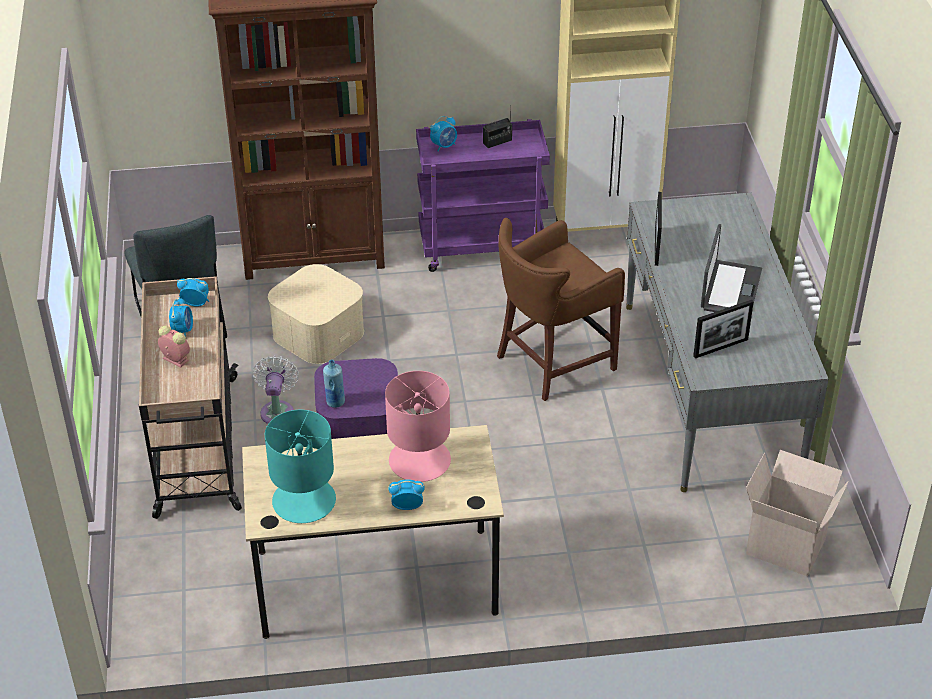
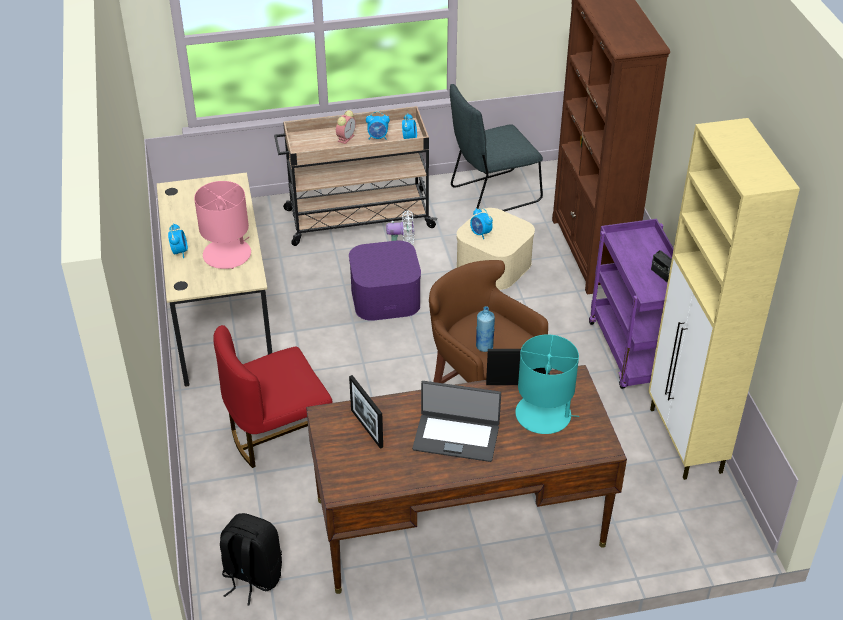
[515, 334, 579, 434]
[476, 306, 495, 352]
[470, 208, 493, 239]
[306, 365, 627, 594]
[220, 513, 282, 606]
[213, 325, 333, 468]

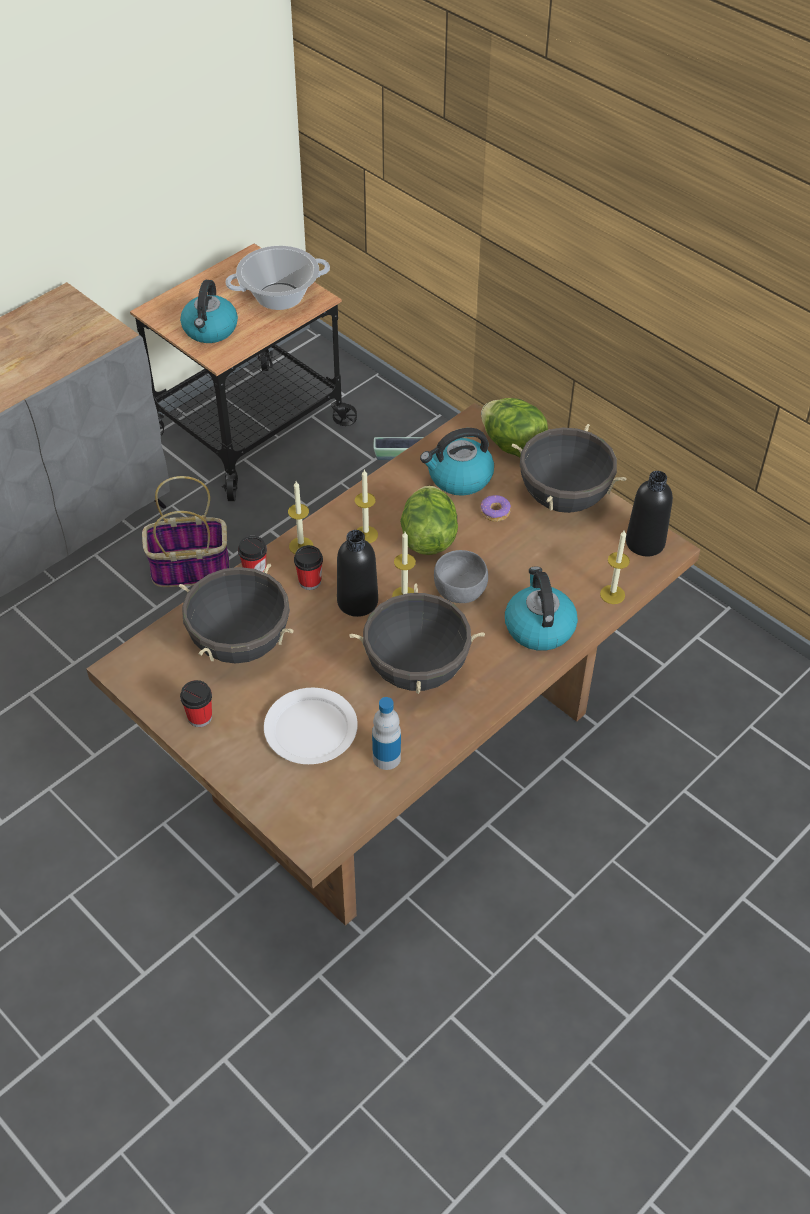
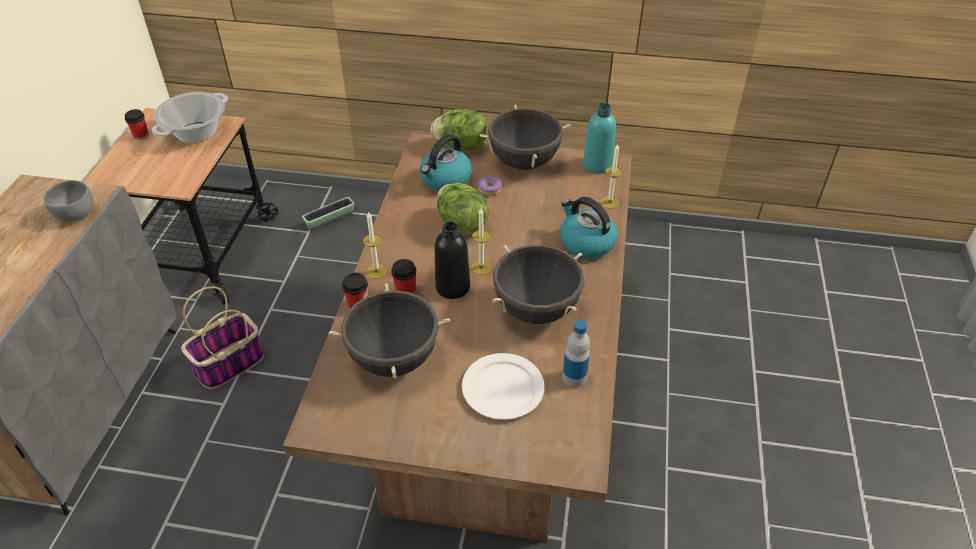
[180, 280, 238, 343] (first image)
[125, 109, 149, 140]
[355, 469, 378, 543] (first image)
[43, 180, 93, 222]
[583, 103, 616, 173]

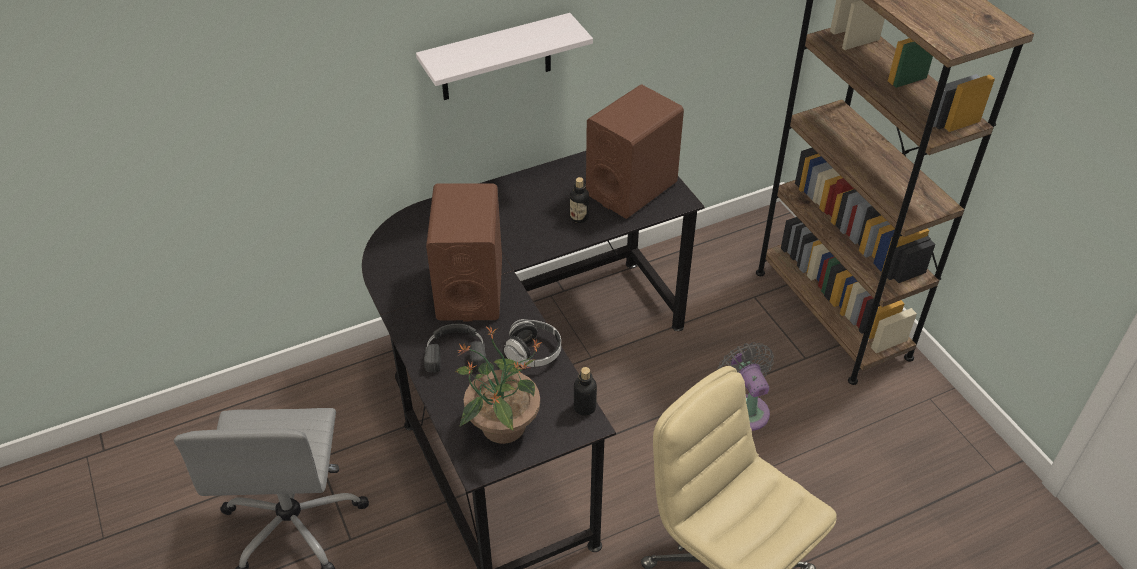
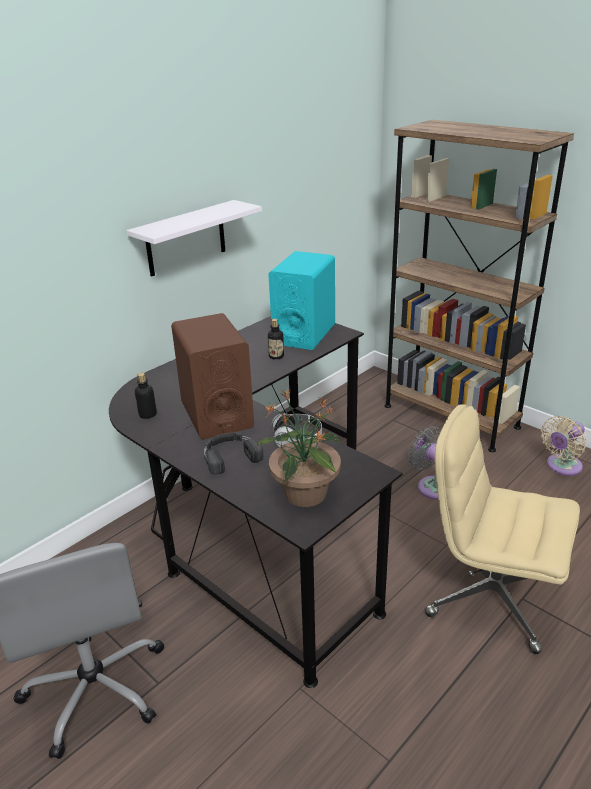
[135, 373, 157, 419]
[268, 251, 335, 350]
[541, 416, 586, 476]

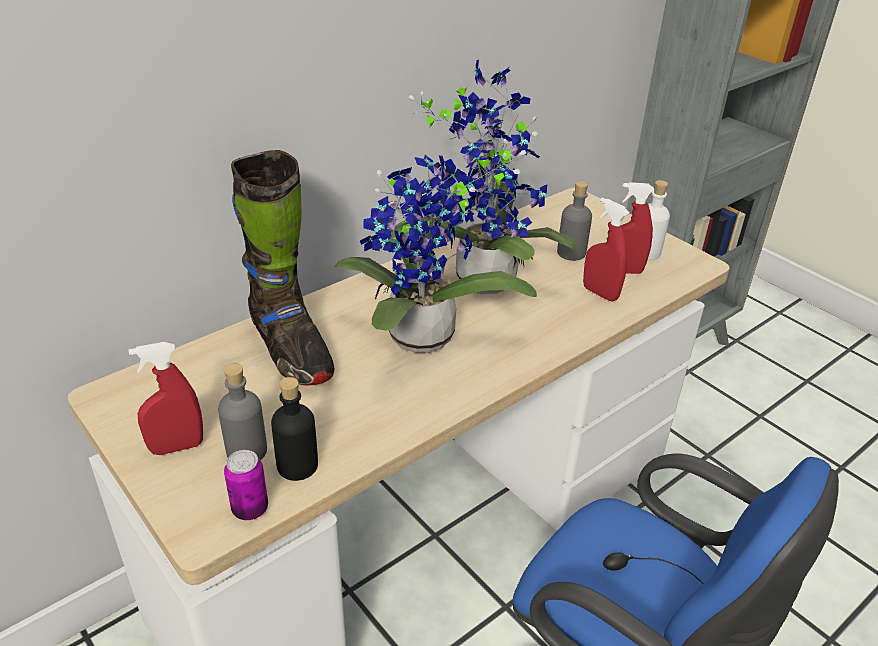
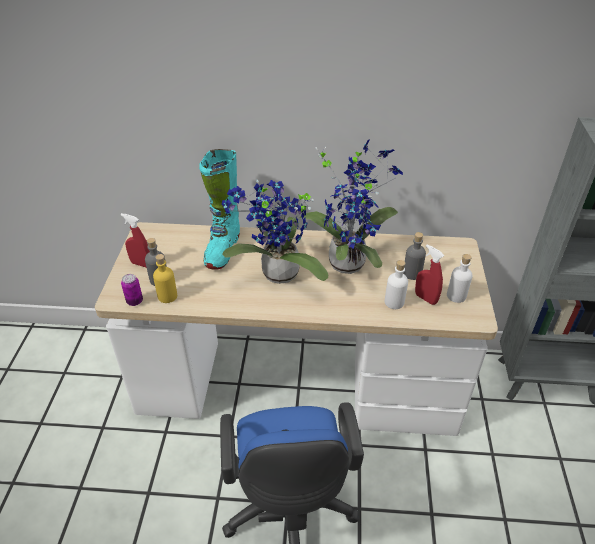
[199, 149, 240, 270]
[153, 254, 177, 303]
[385, 260, 408, 309]

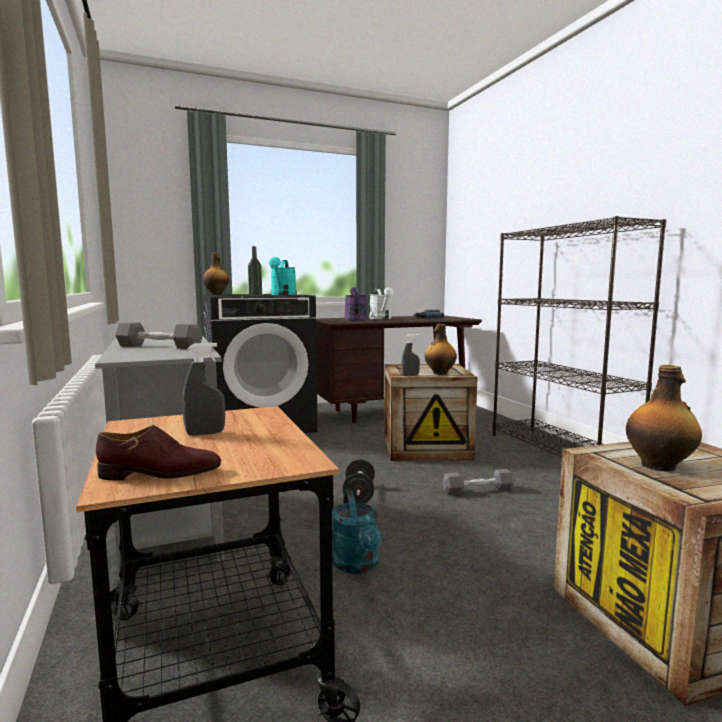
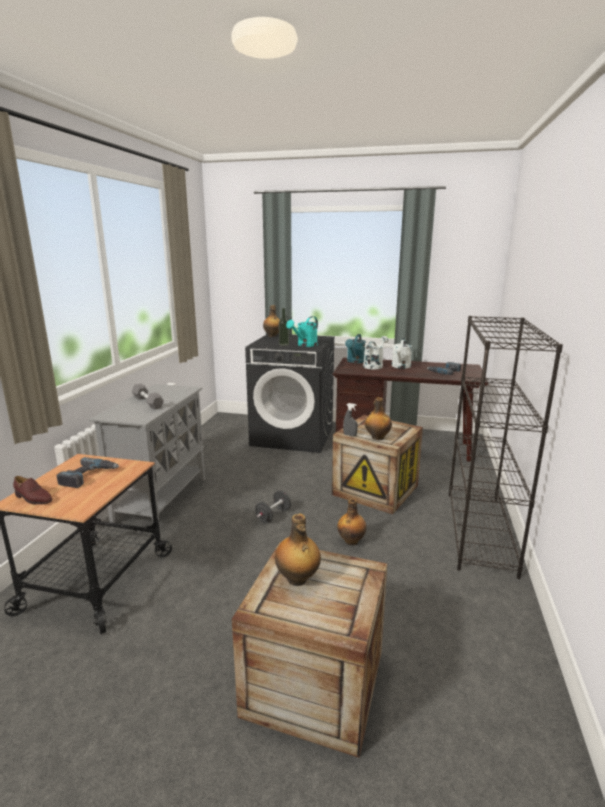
[56, 457, 119, 488]
[345, 334, 366, 363]
[363, 336, 389, 369]
[337, 498, 367, 546]

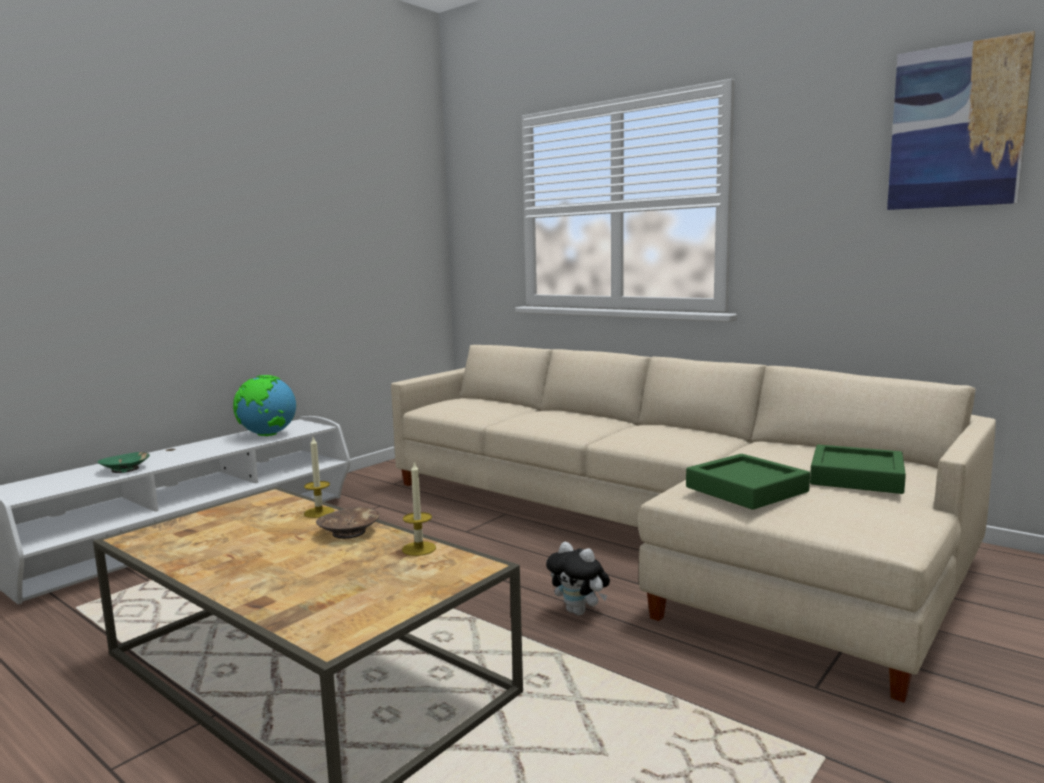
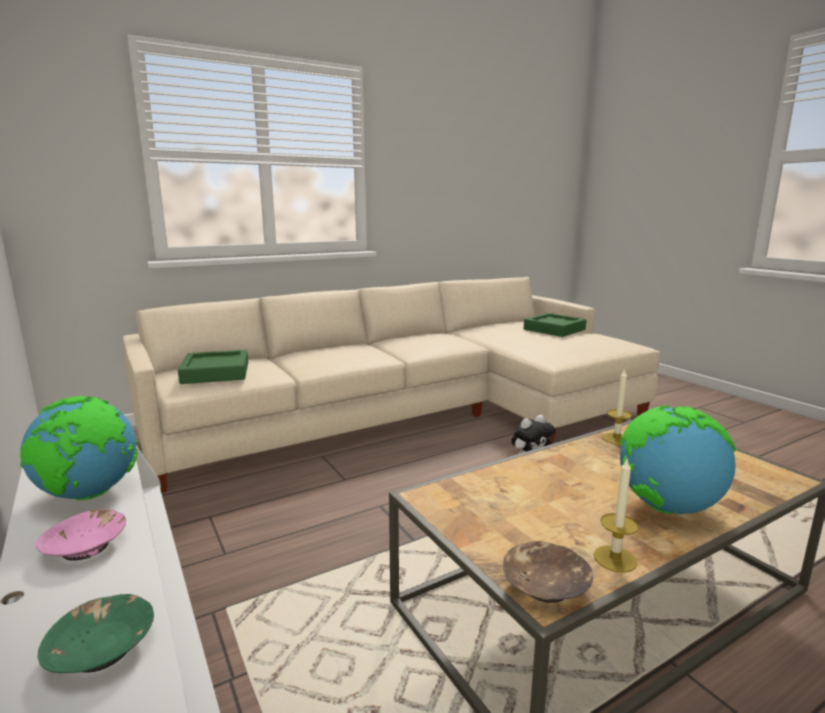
[593, 457, 639, 573]
[503, 541, 593, 603]
[178, 350, 248, 384]
[887, 31, 1035, 210] (first image)
[36, 509, 126, 561]
[620, 405, 736, 514]

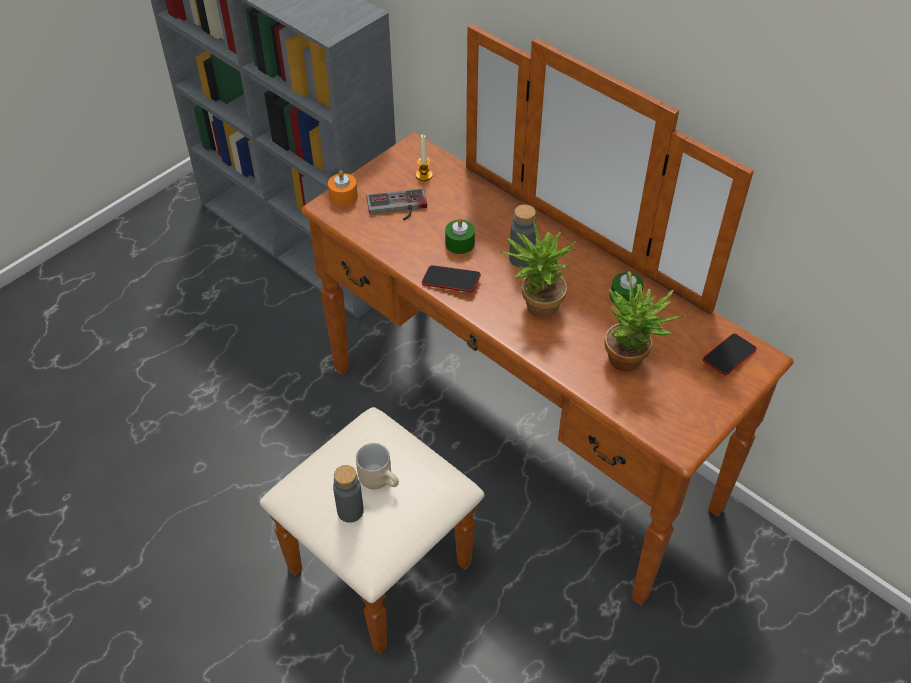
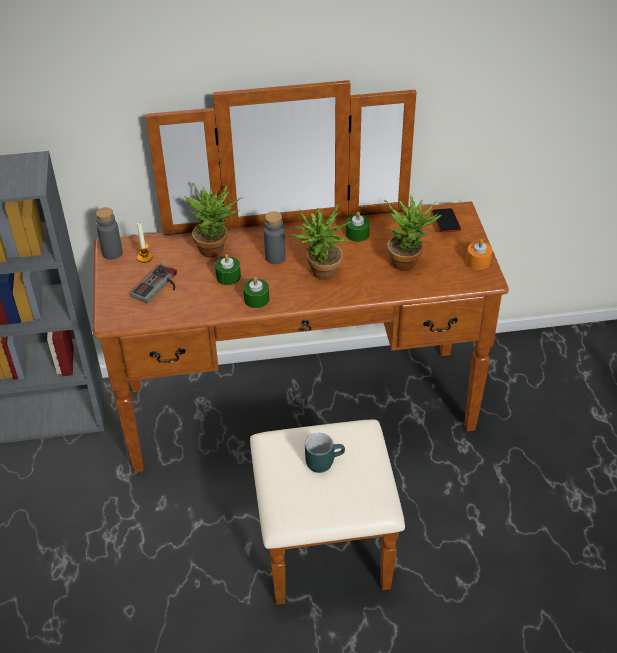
[466, 239, 492, 270]
[96, 207, 123, 260]
[305, 433, 345, 473]
[243, 277, 269, 308]
[184, 182, 243, 258]

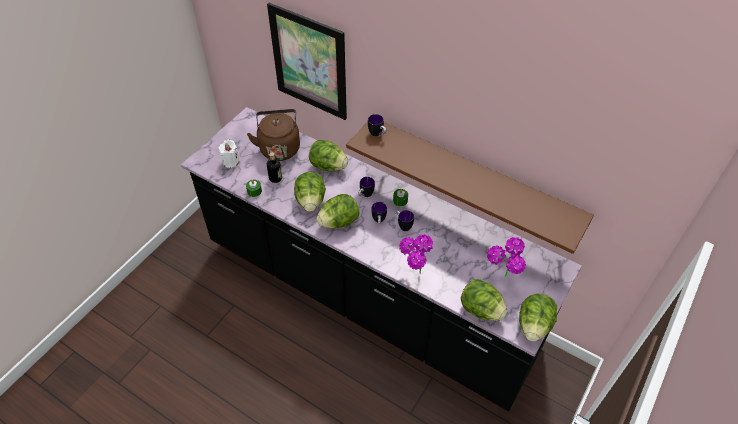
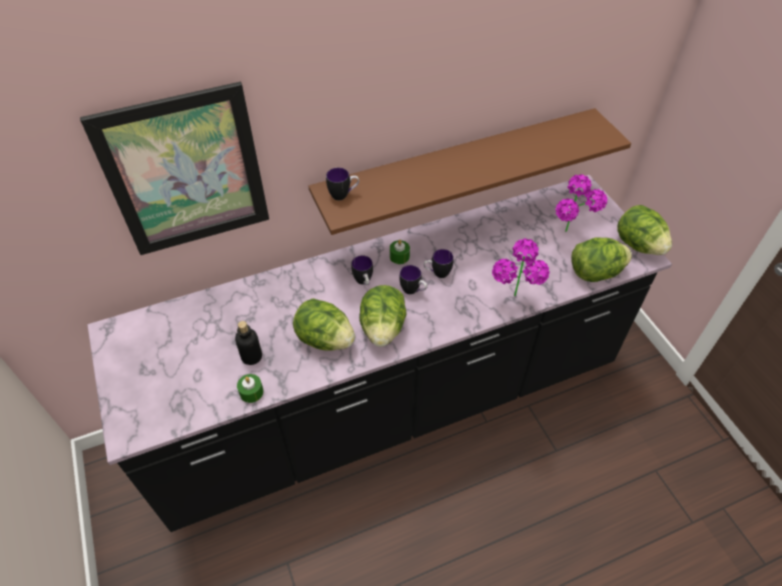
[219, 140, 240, 168] (first image)
[247, 109, 300, 161] (first image)
[309, 140, 348, 171] (first image)

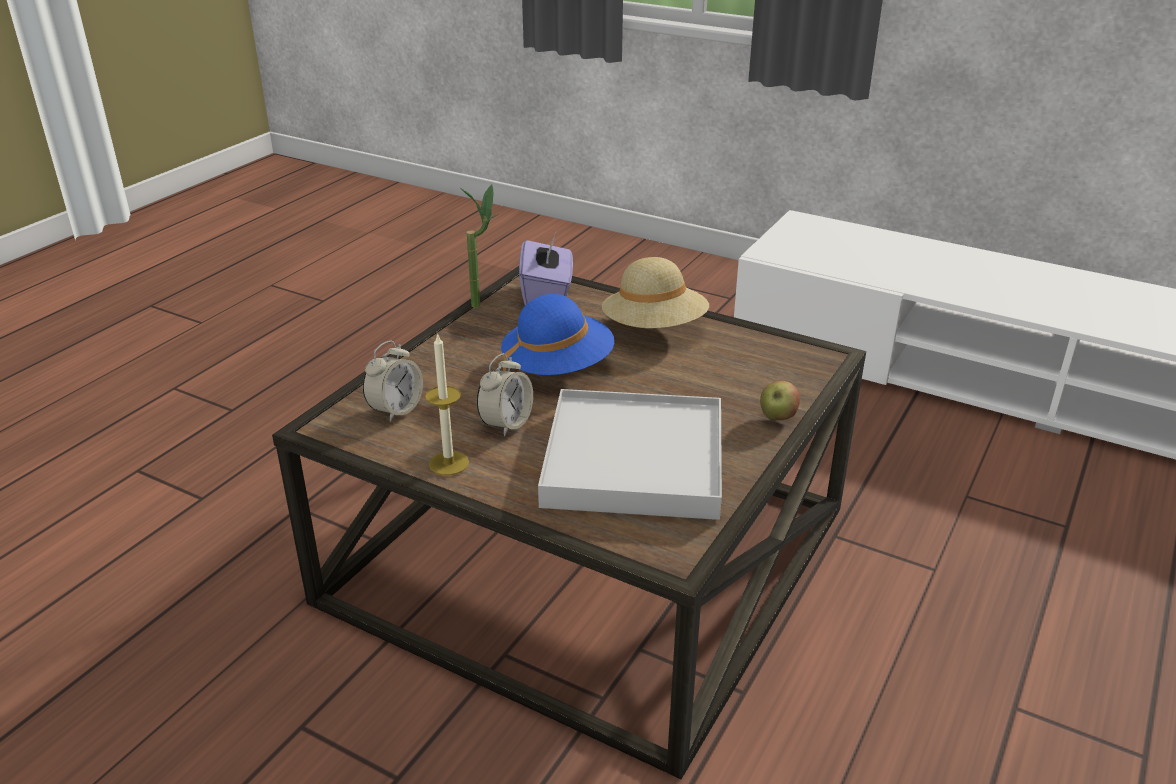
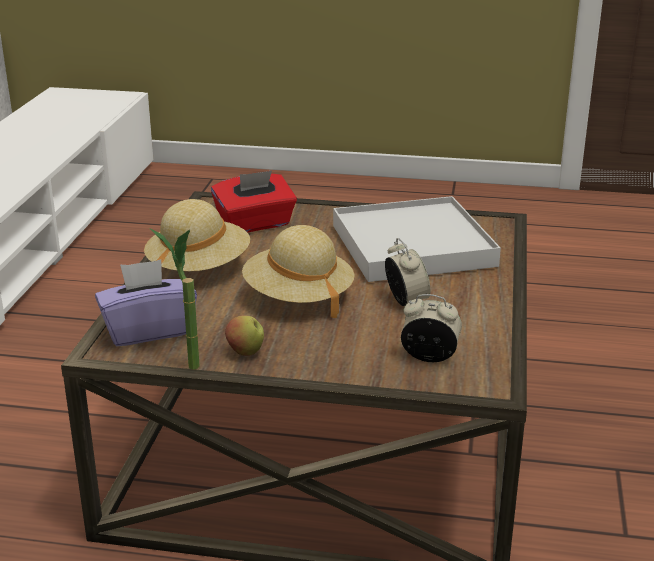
[425, 333, 469, 475] (first image)
[385, 238, 431, 306]
[242, 225, 355, 318]
[225, 315, 264, 356]
[211, 170, 297, 233]

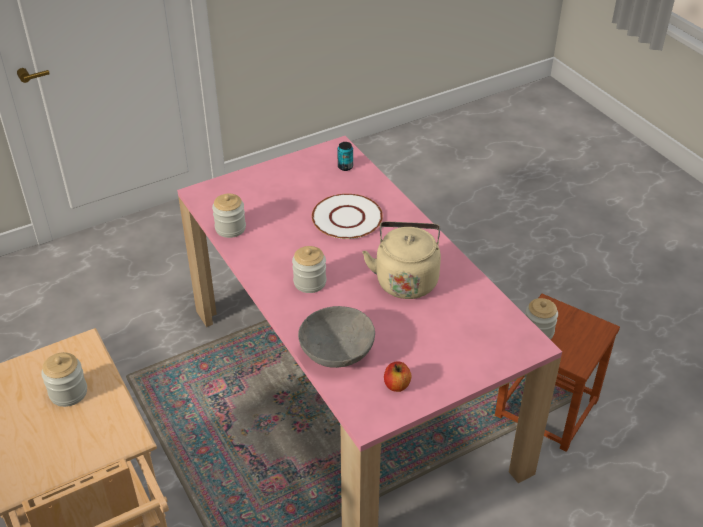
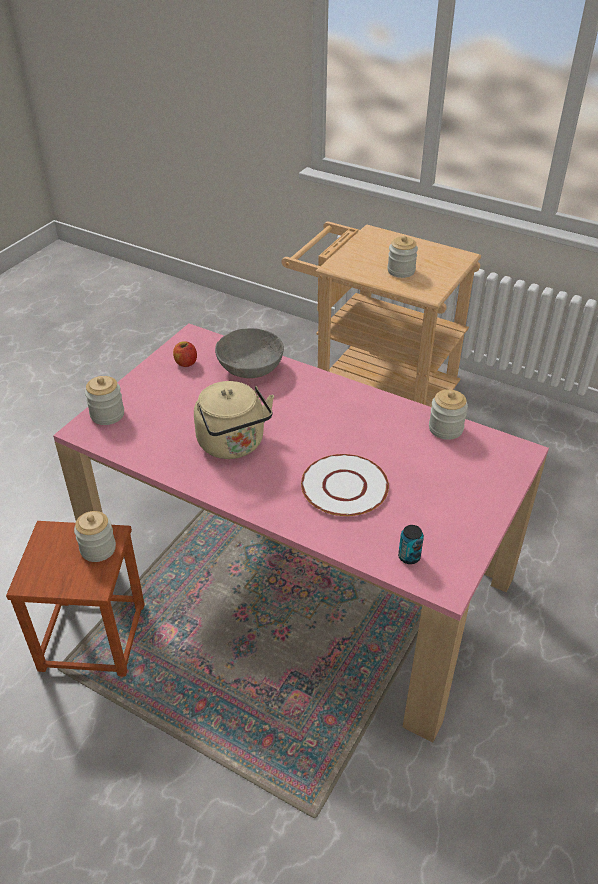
[85, 376, 124, 425]

